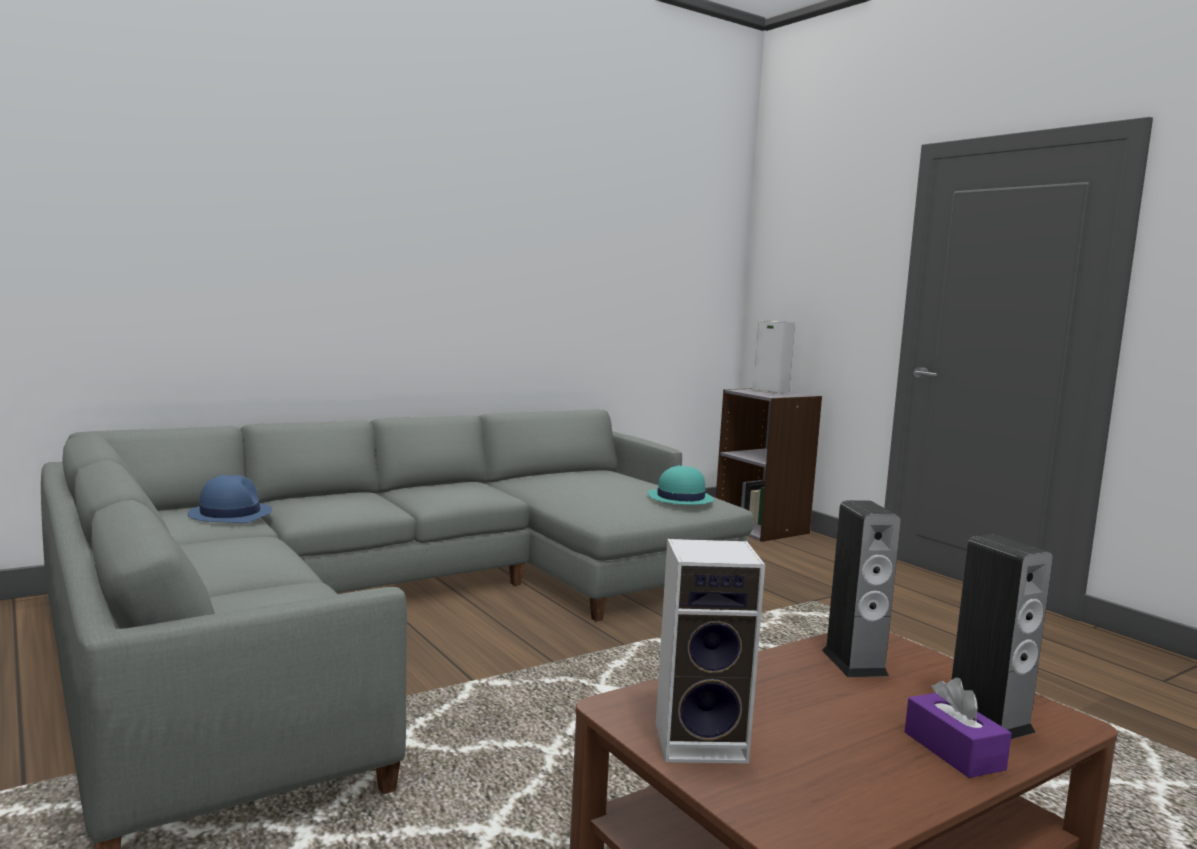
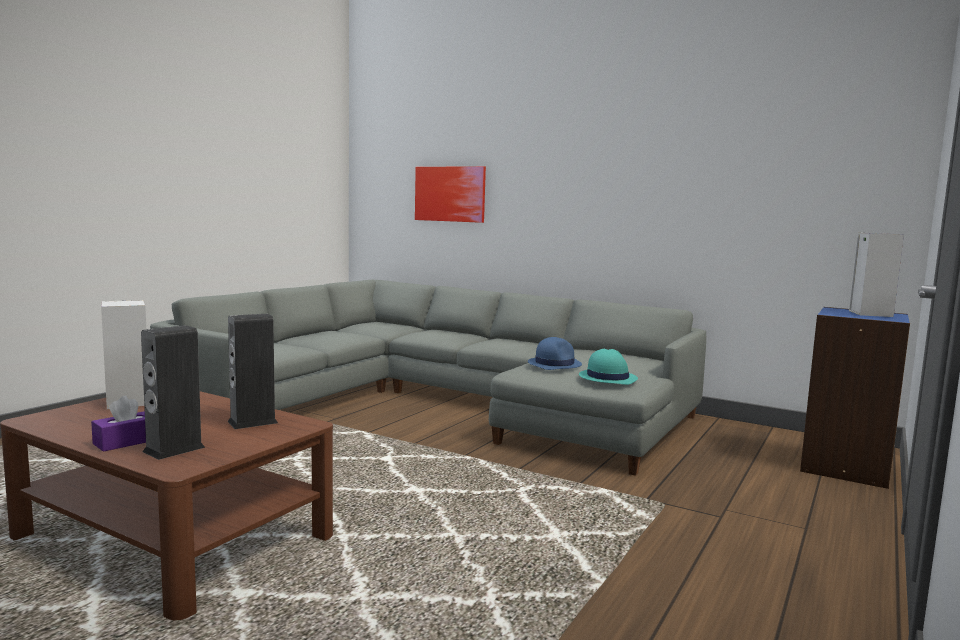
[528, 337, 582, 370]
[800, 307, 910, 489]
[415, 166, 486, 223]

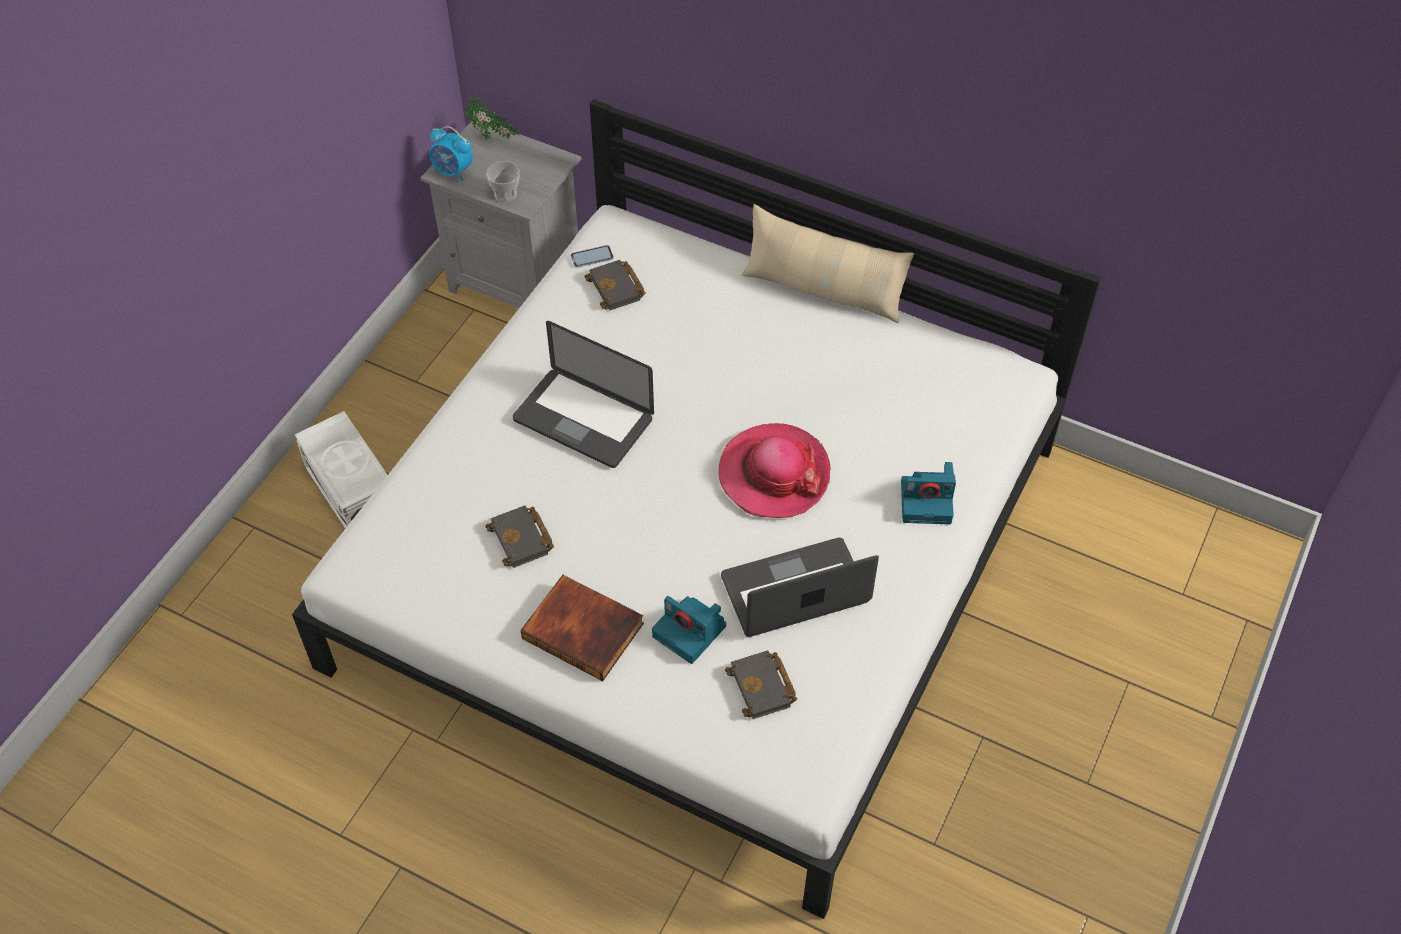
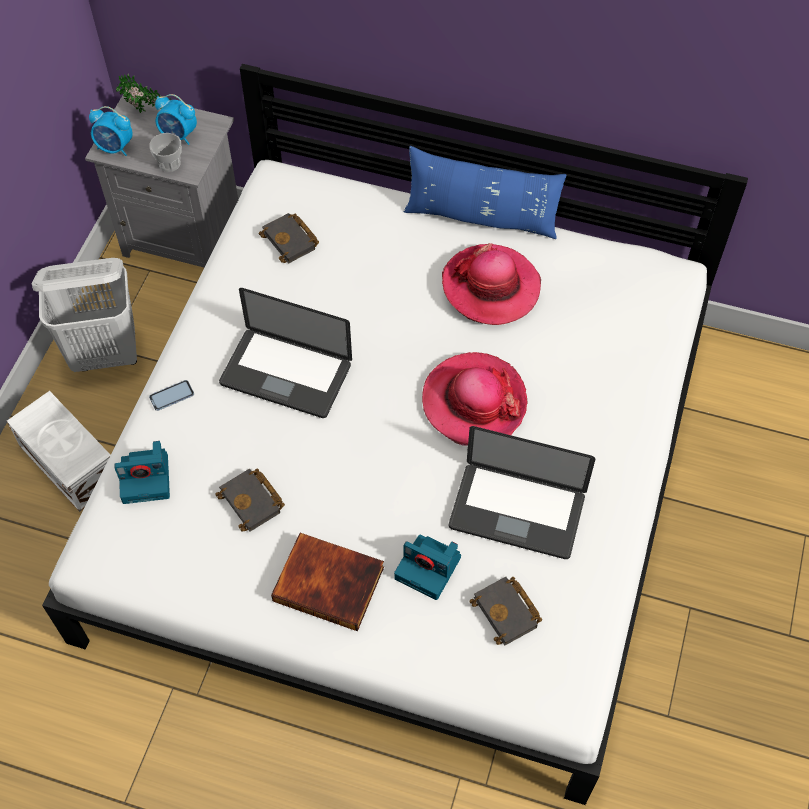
[149, 380, 194, 411]
[449, 426, 595, 559]
[404, 146, 567, 239]
[114, 441, 170, 504]
[32, 258, 137, 372]
[155, 94, 197, 145]
[442, 243, 541, 325]

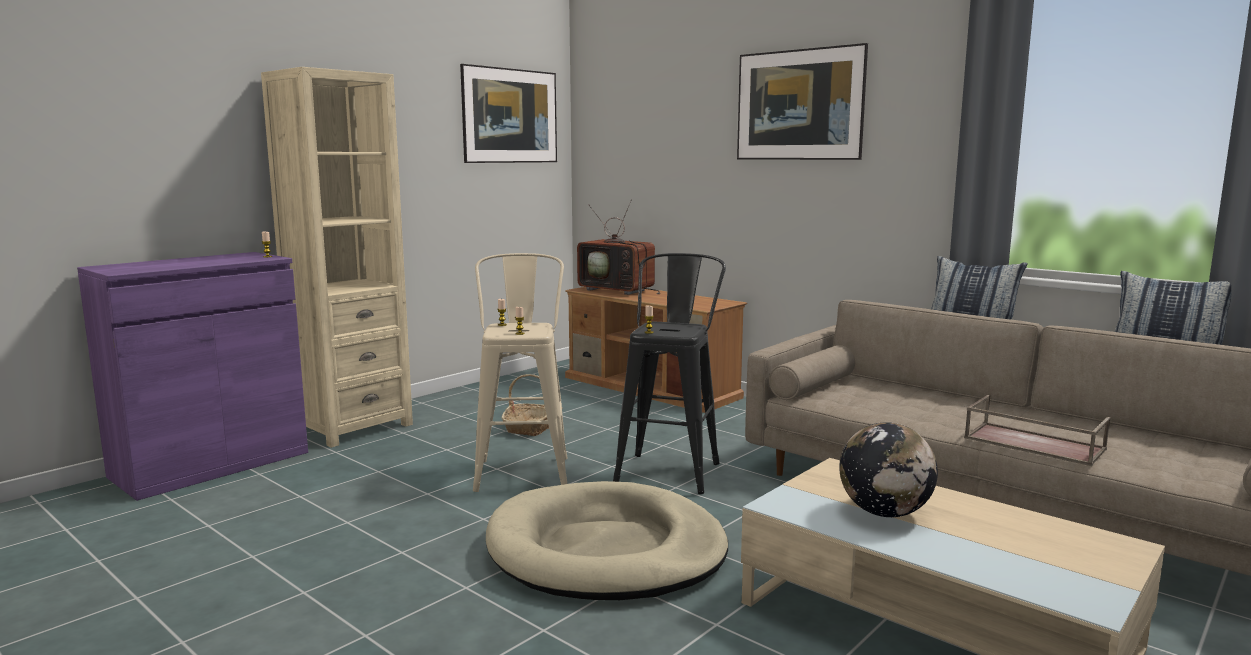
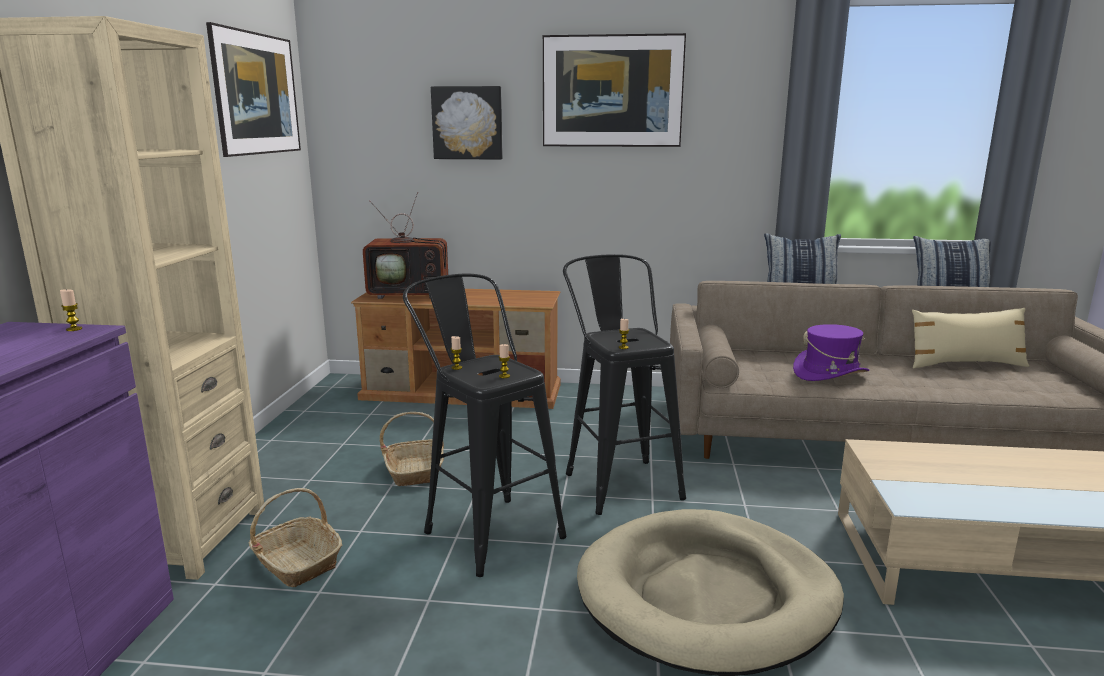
[403, 274, 567, 577]
[839, 422, 938, 517] (first image)
[964, 395, 1110, 466] (first image)
[249, 488, 342, 587]
[431, 86, 503, 160]
[793, 324, 869, 381]
[912, 308, 1029, 369]

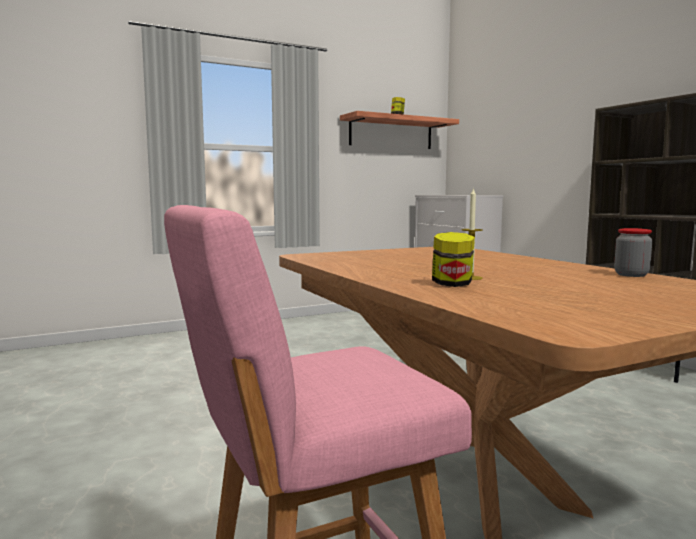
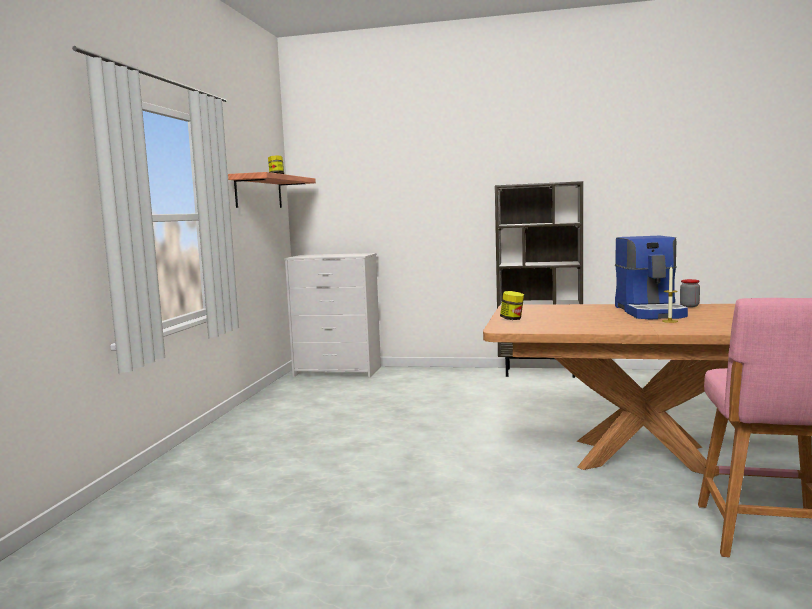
[500, 291, 524, 320]
[615, 236, 688, 319]

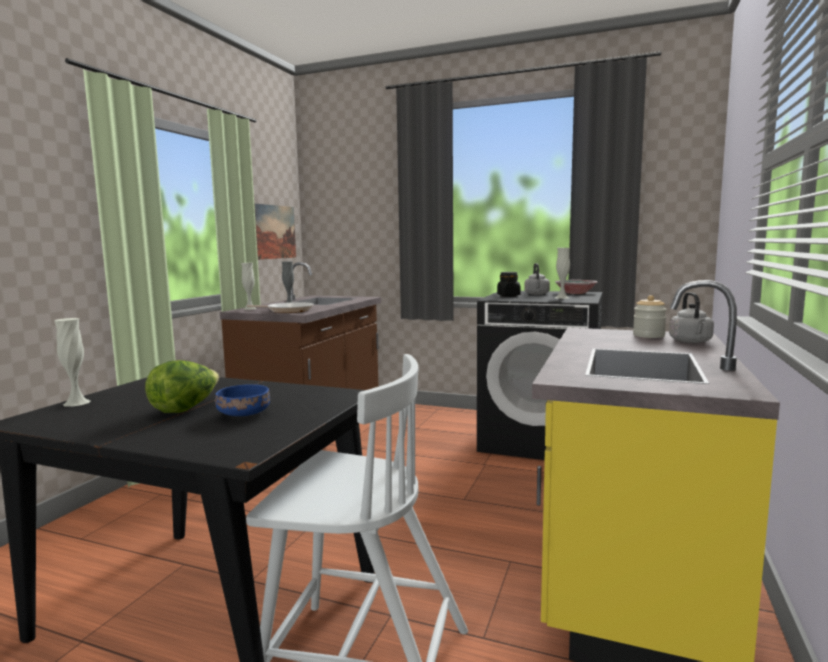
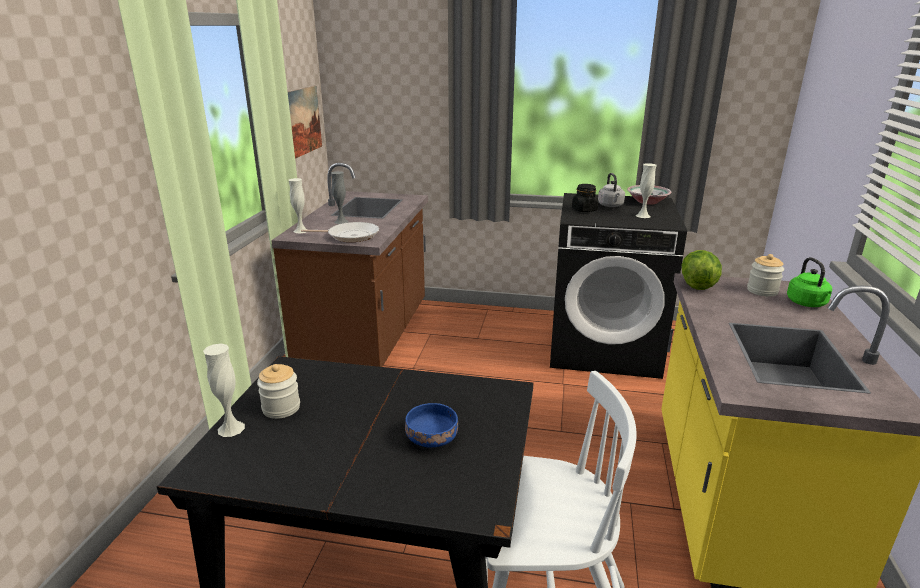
[682, 250, 722, 290]
[787, 257, 832, 307]
[257, 364, 300, 419]

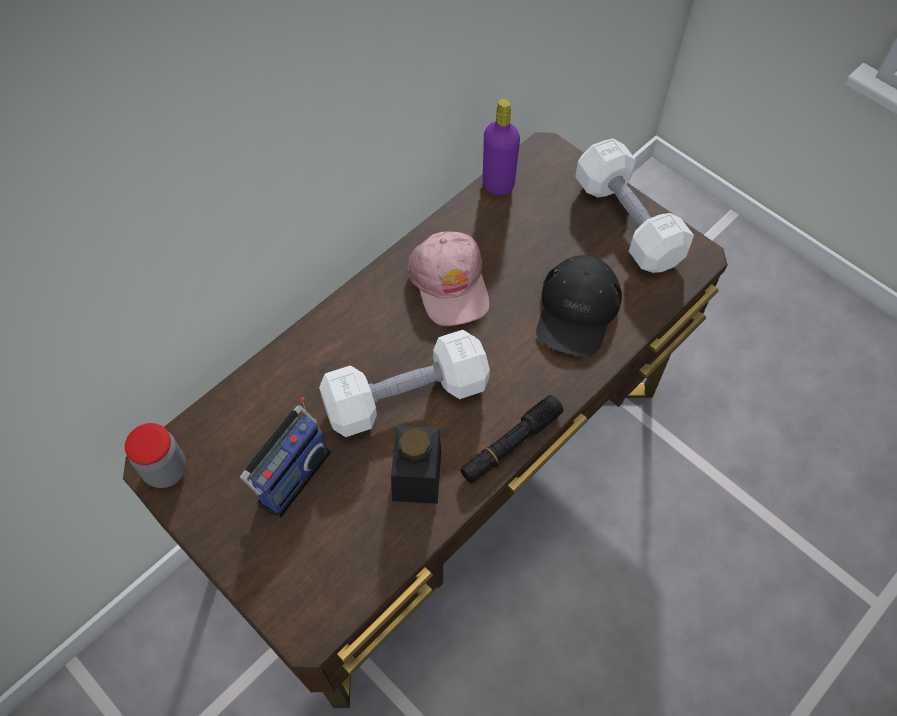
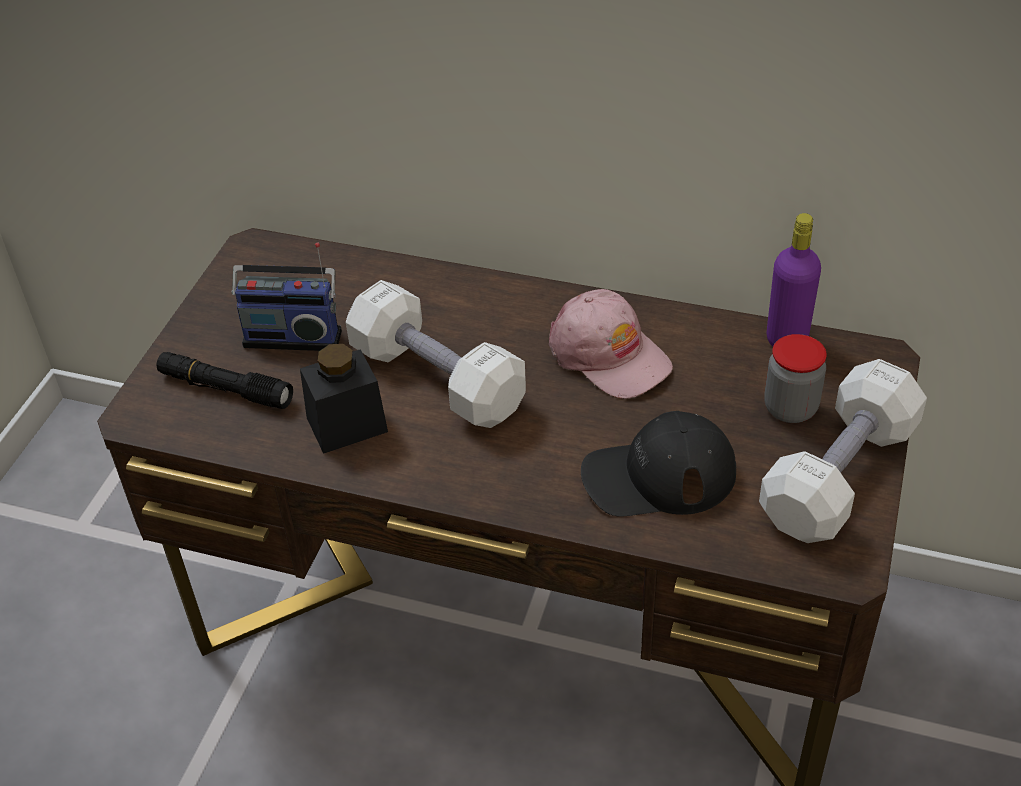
[764, 334, 827, 423]
[549, 289, 673, 399]
[156, 352, 293, 409]

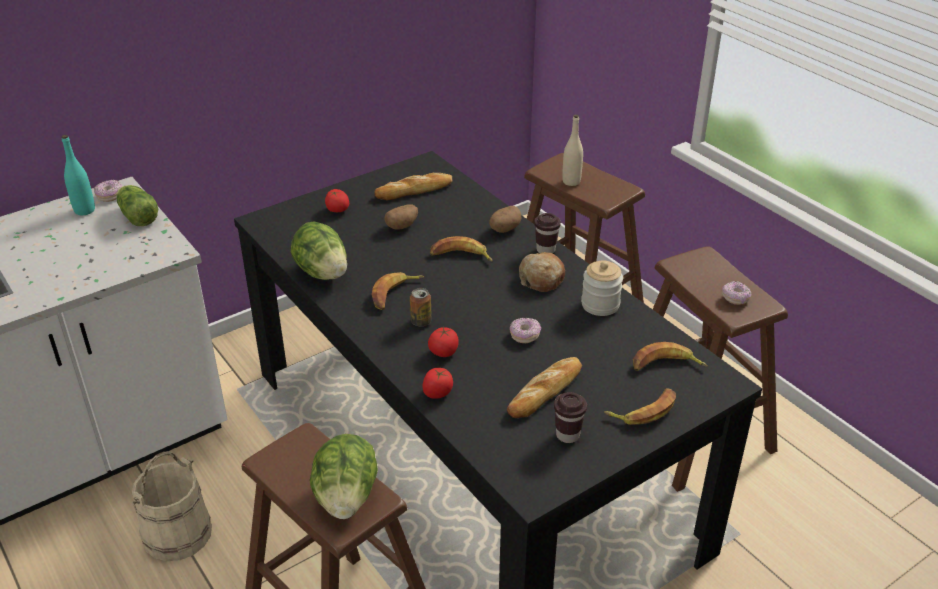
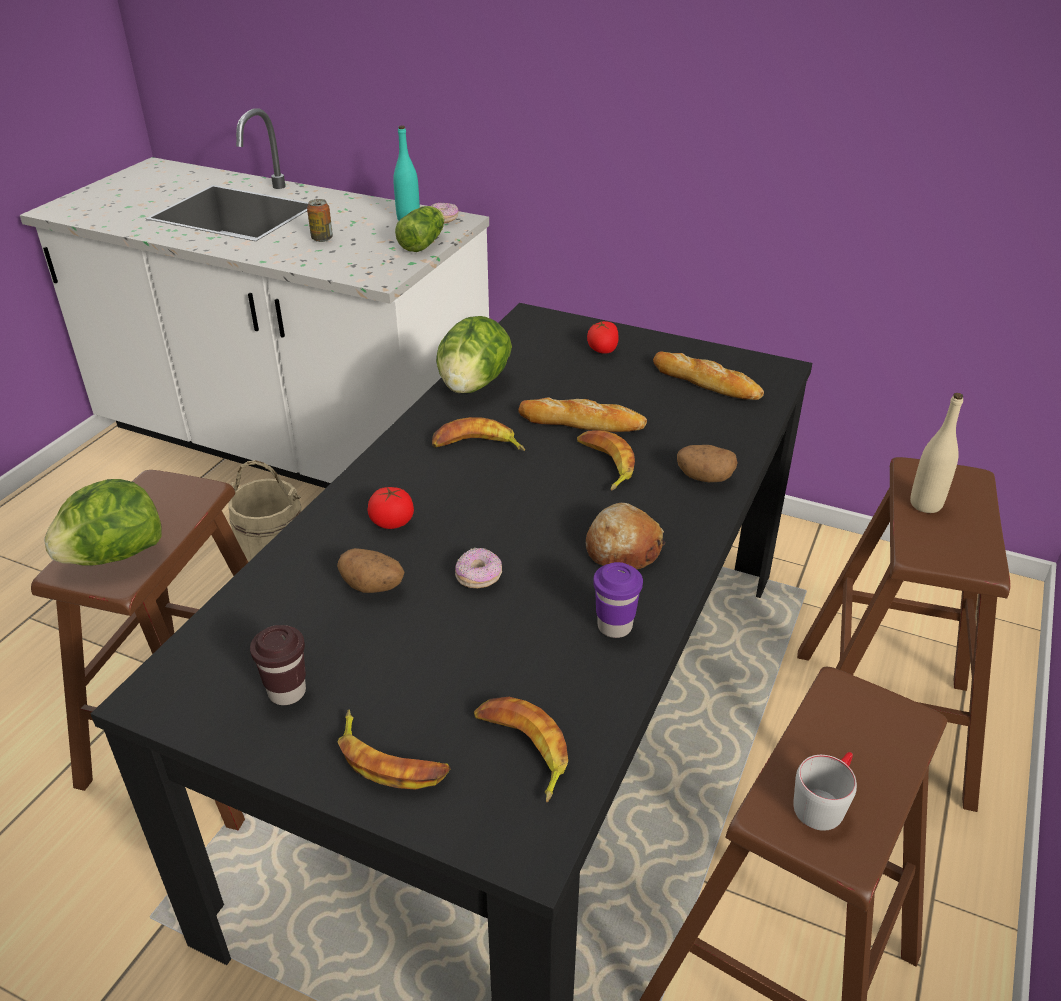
[337, 548, 404, 593]
[307, 199, 333, 242]
[422, 368, 453, 399] (first image)
[518, 397, 647, 432]
[534, 213, 561, 254] (first image)
[593, 562, 643, 638]
[793, 752, 857, 831]

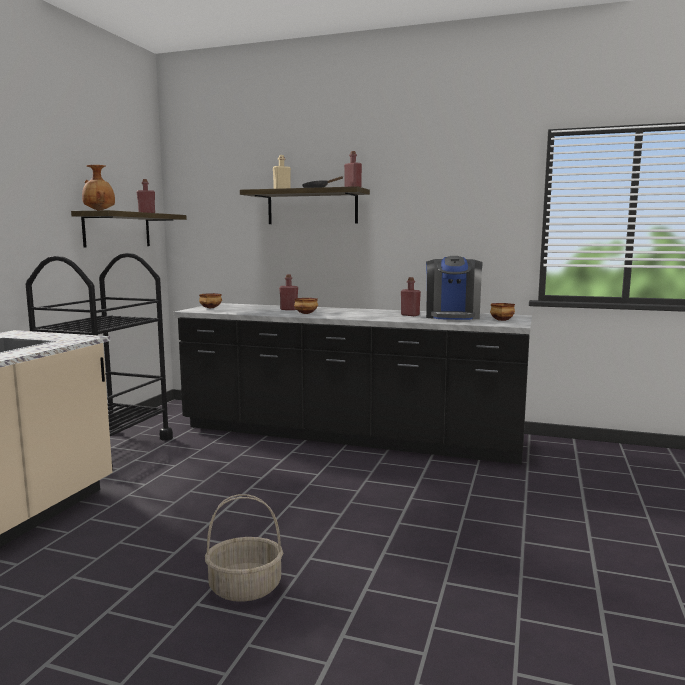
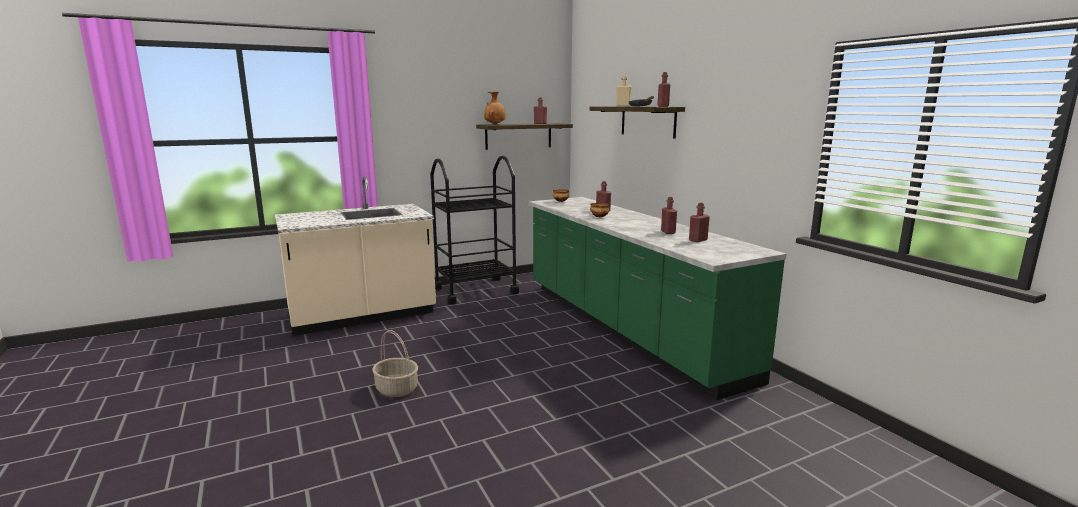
[529, 197, 786, 400]
[689, 203, 710, 242]
[490, 303, 515, 321] (first image)

